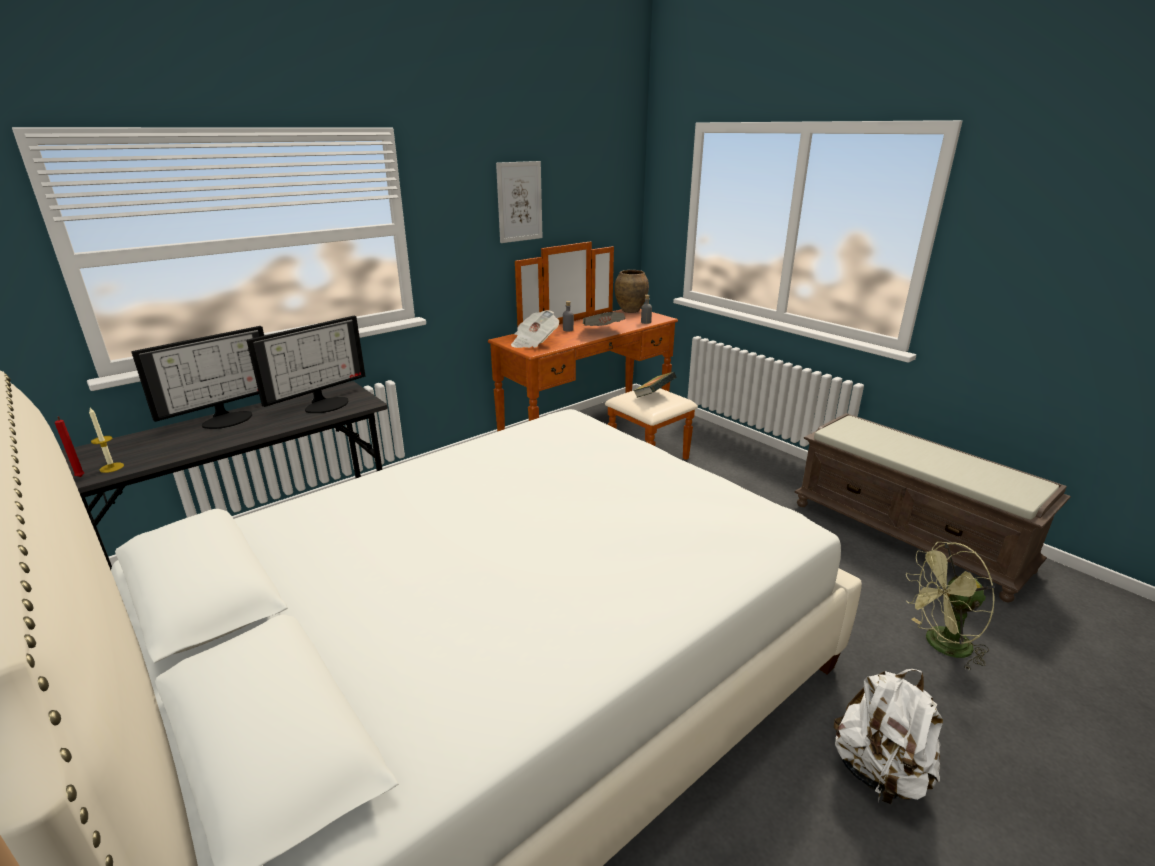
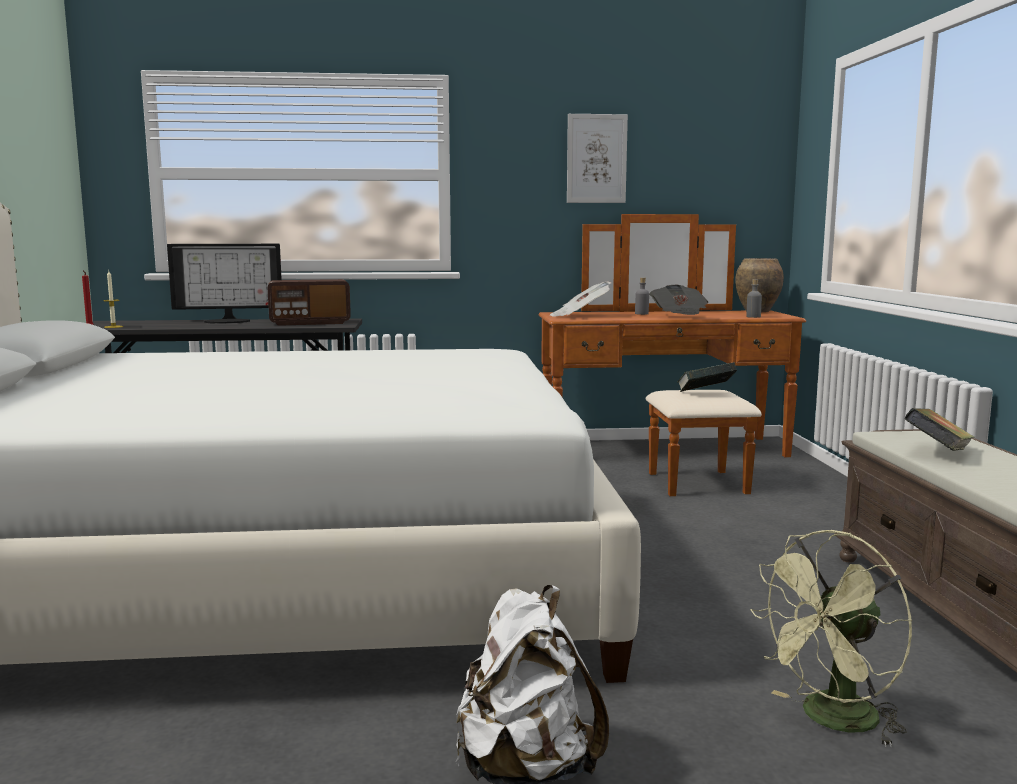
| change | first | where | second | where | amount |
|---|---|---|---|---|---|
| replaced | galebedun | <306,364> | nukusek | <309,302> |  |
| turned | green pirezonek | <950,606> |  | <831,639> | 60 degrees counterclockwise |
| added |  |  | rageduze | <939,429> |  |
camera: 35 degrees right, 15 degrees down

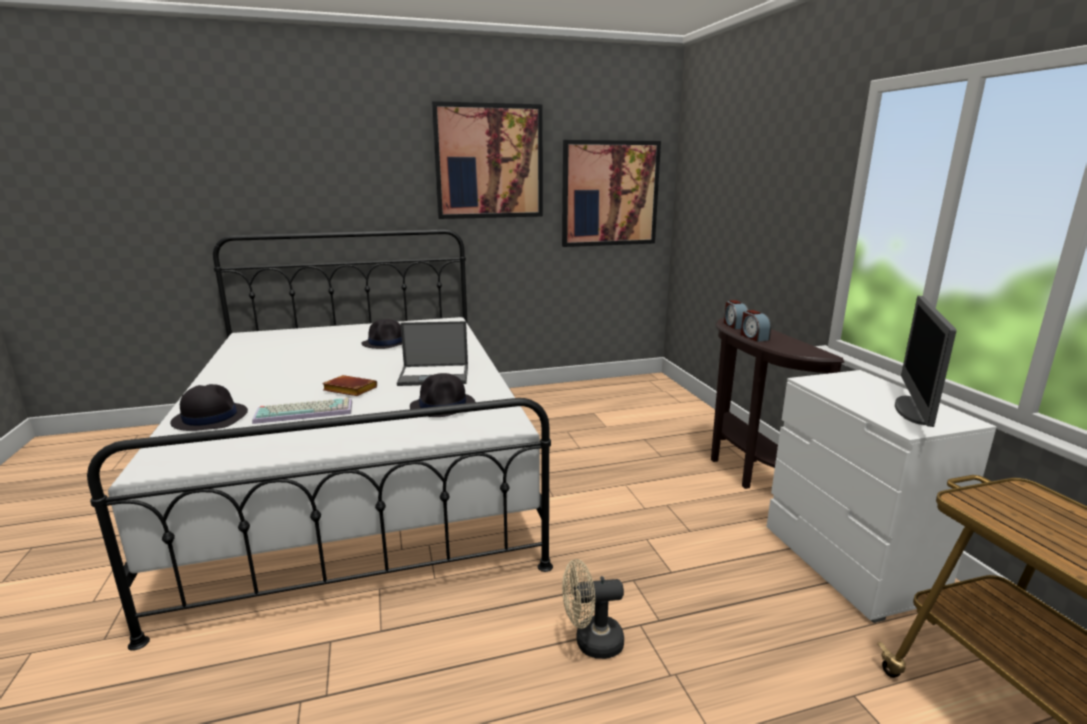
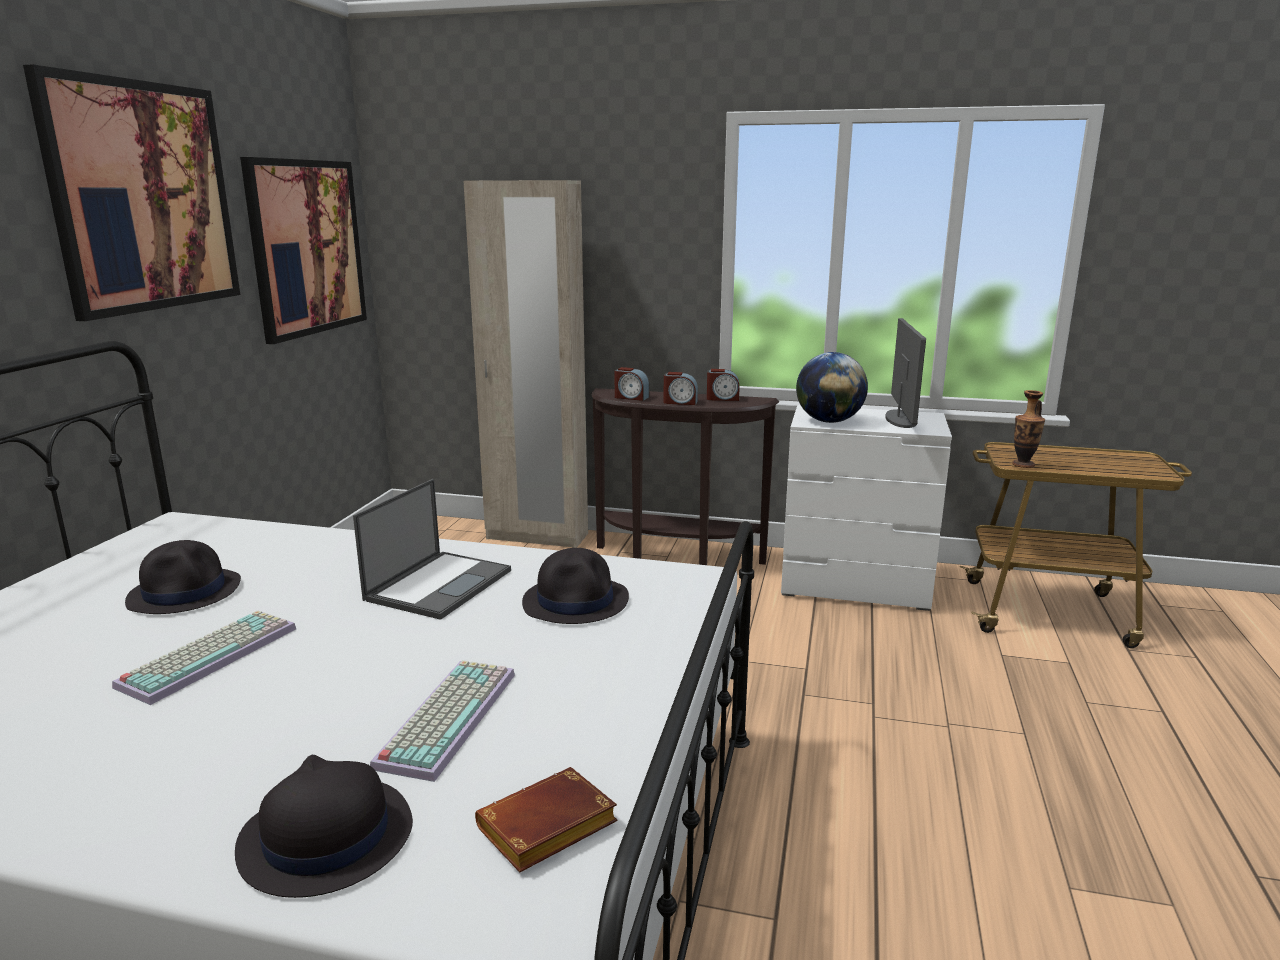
| change | first | where | second | where | amount |
|---|---|---|---|---|---|
| added |  |  | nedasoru | <204,658> |  |
| added |  |  | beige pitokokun | <525,364> |  |
| moved | brown rageduze | <349,385> |  | <546,819> |  |
| added |  |  | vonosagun | <723,385> |  |
| added |  |  | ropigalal | <832,387> |  |
| turned | galebedun | <926,361> |  | <905,373> | 135 degrees counterclockwise |
| added |  |  | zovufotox | <1028,429> |  |
| removed | beige pirezonek | <593,609> |  |  |  |
camera: 60 degrees left, 0 degrees up

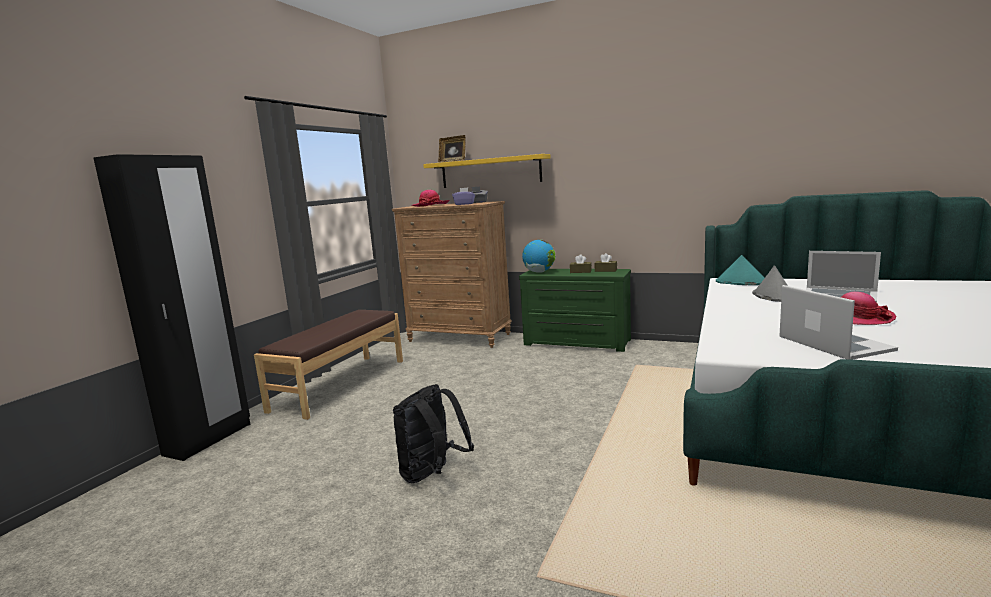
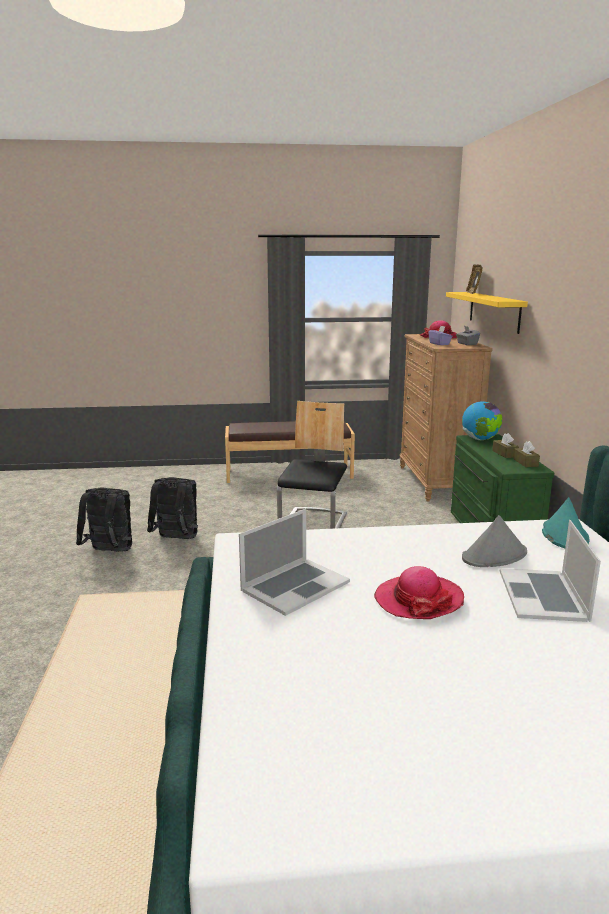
| change | first | where | second | where | amount |
|---|---|---|---|---|---|
| added |  |  | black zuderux | <104,520> |  |
| added |  |  | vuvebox | <312,465> |  |
| removed | black pitokokun | <172,307> |  |  |  |
camera: 60 degrees right, 5 degrees up

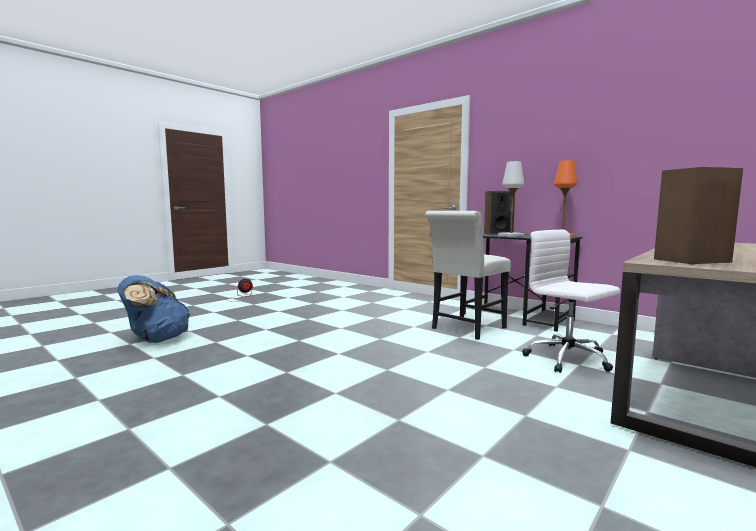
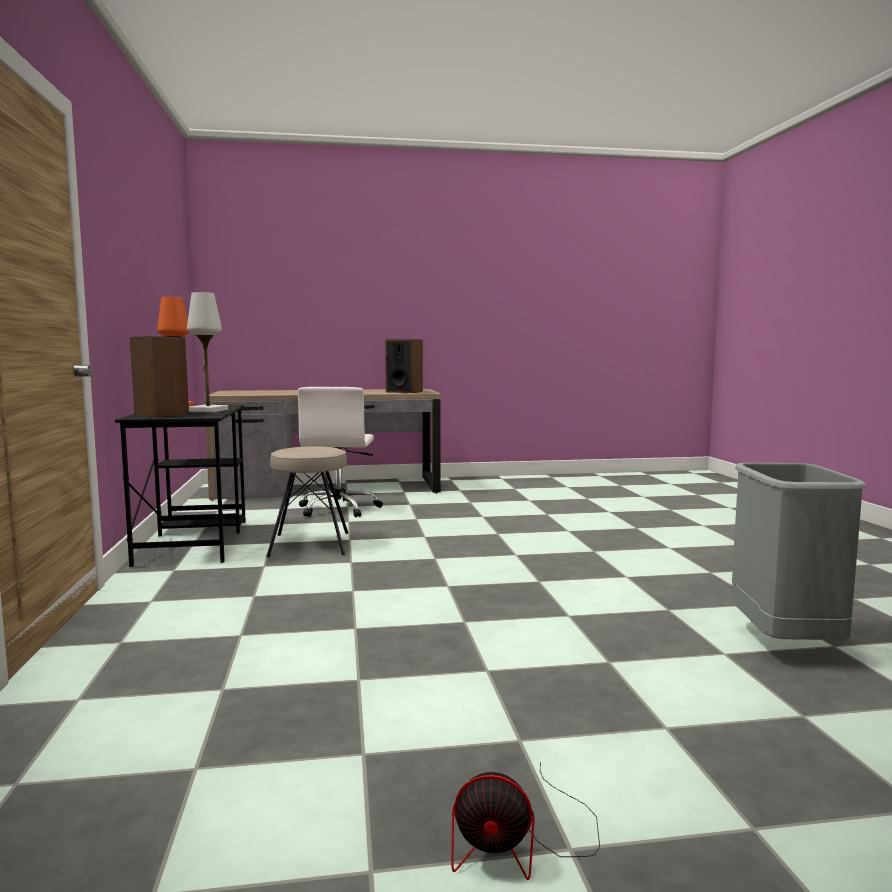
| change | first | where | second | where | amount |
|---|---|---|---|---|---|
| replaced | white vuvebox | <468,275> | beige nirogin | <307,501> |  |
| replaced | blue zuderux | <153,309> | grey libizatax | <799,551> |  |
camera: 140 degrees left, 0 degrees up

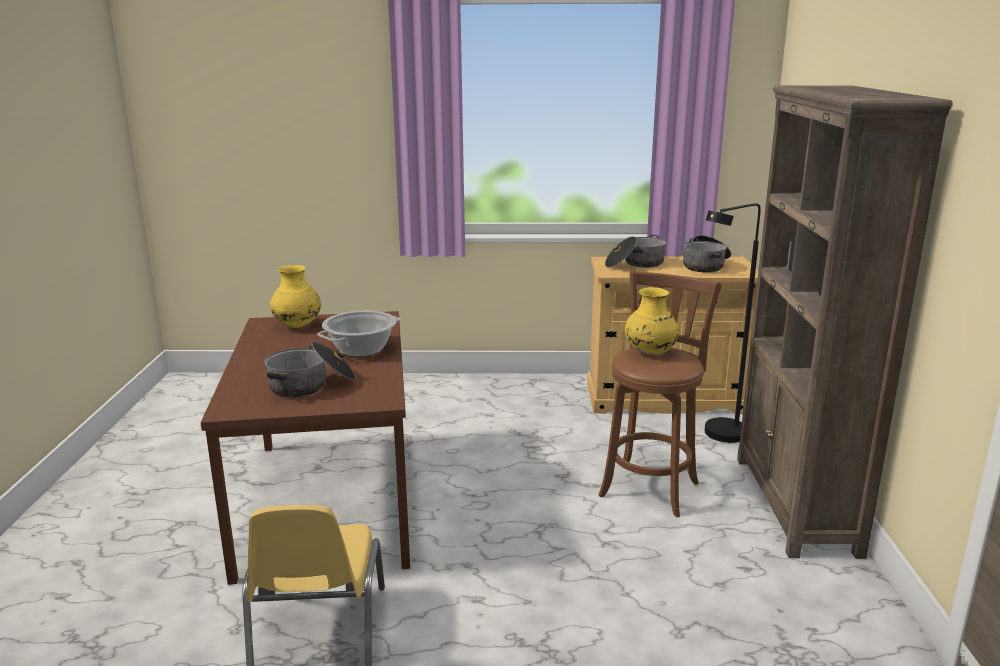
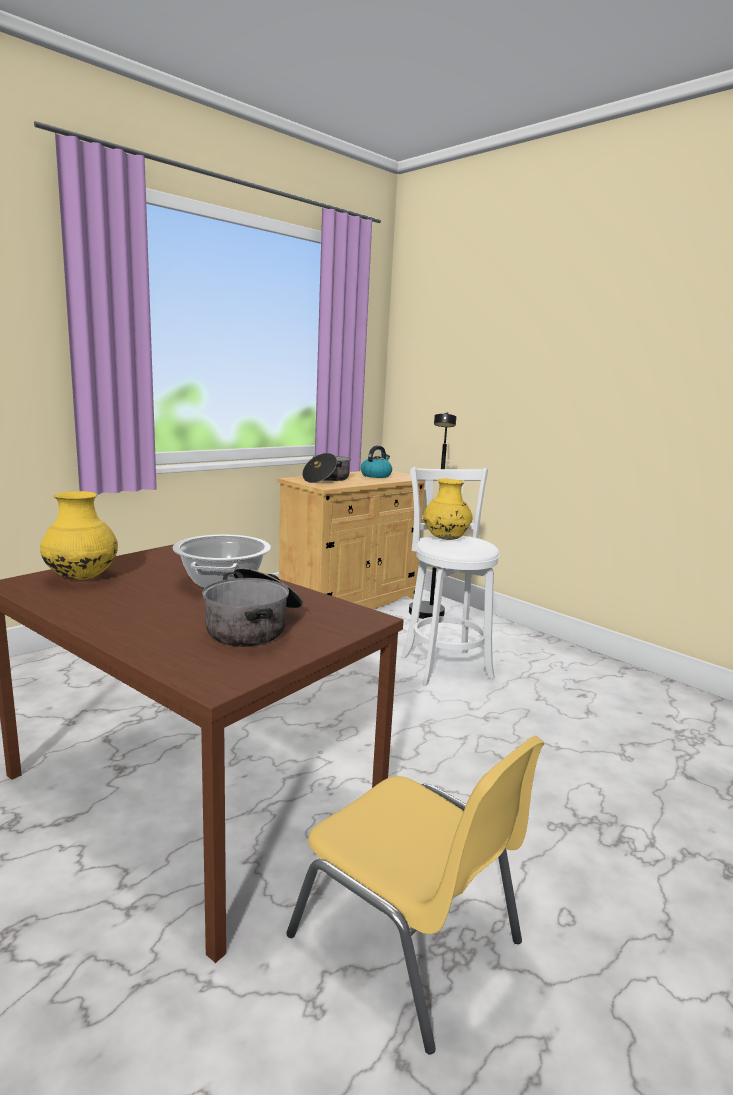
| change | first | where | second | where | amount |
|---|---|---|---|---|---|
| replaced | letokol | <707,254> | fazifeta | <376,462> |  |
| recoloured | brown nirogin | <659,394> | white nirogin | <450,576> |  |
| removed | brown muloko | <845,322> |  |  |  |
camera: 45 degrees left, 5 degrees down

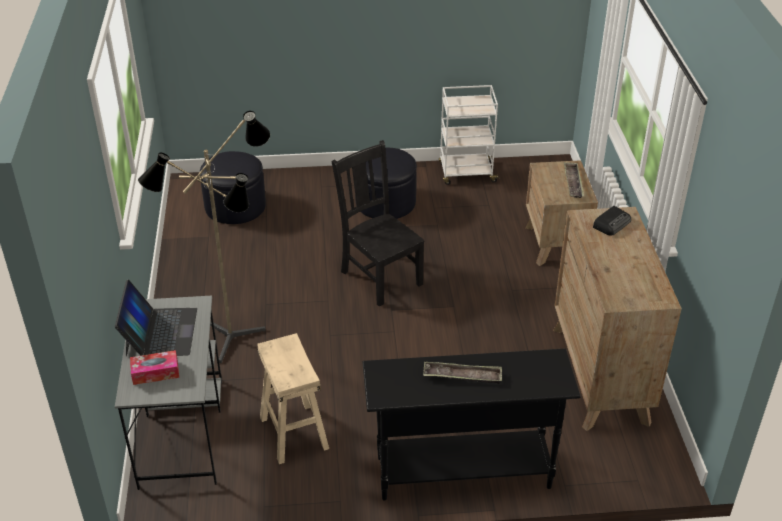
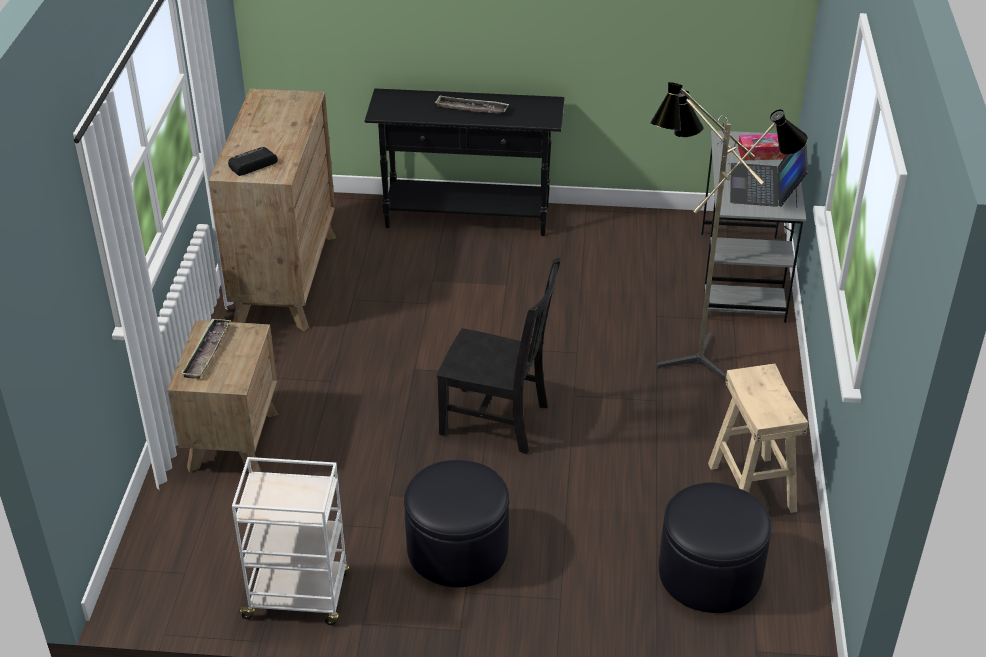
| change | first | where | second | where | amount |
|---|---|---|---|---|---|
| turned | black vuvebox | <378,223> |  | <498,356> | 45 degrees counterclockwise |
| moved | beige nirogin | <293,398> |  | <758,438> |  |
camera: 170 degrees left, 0 degrees up

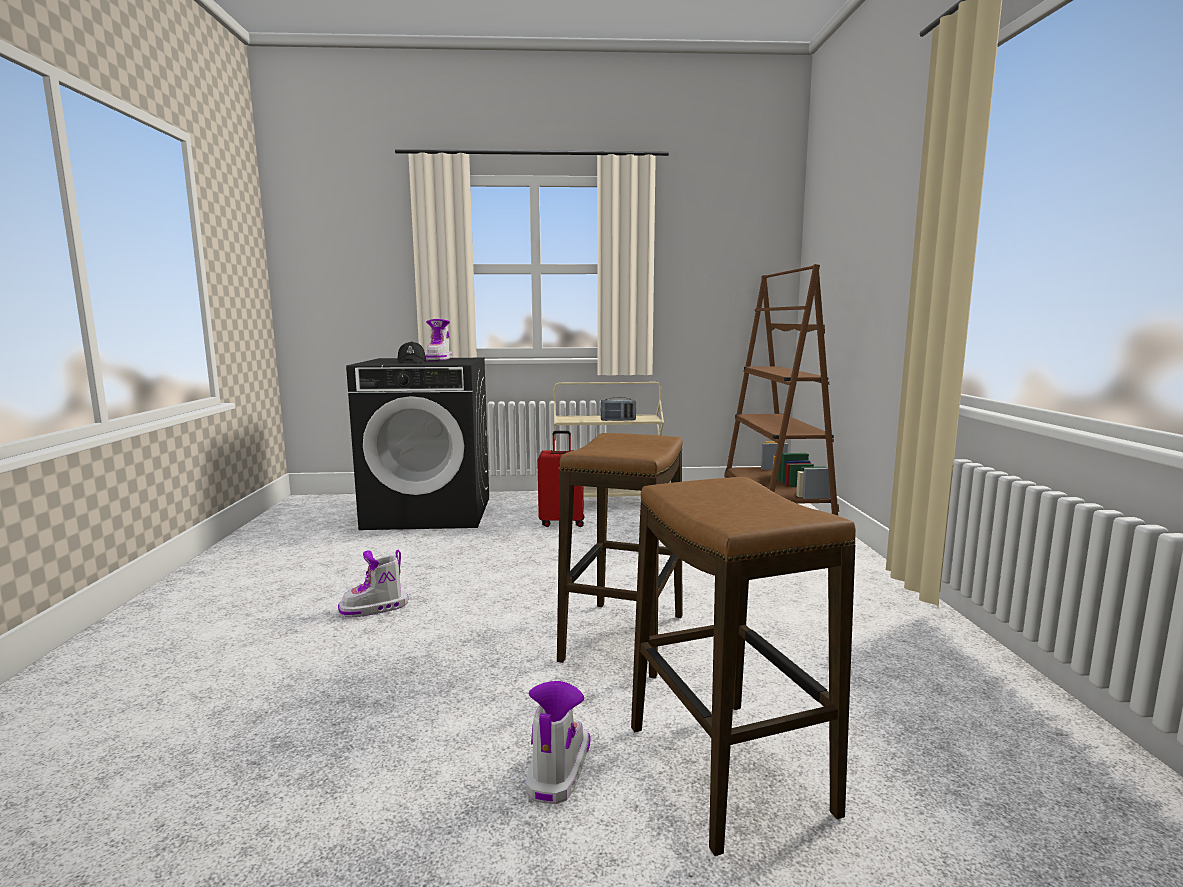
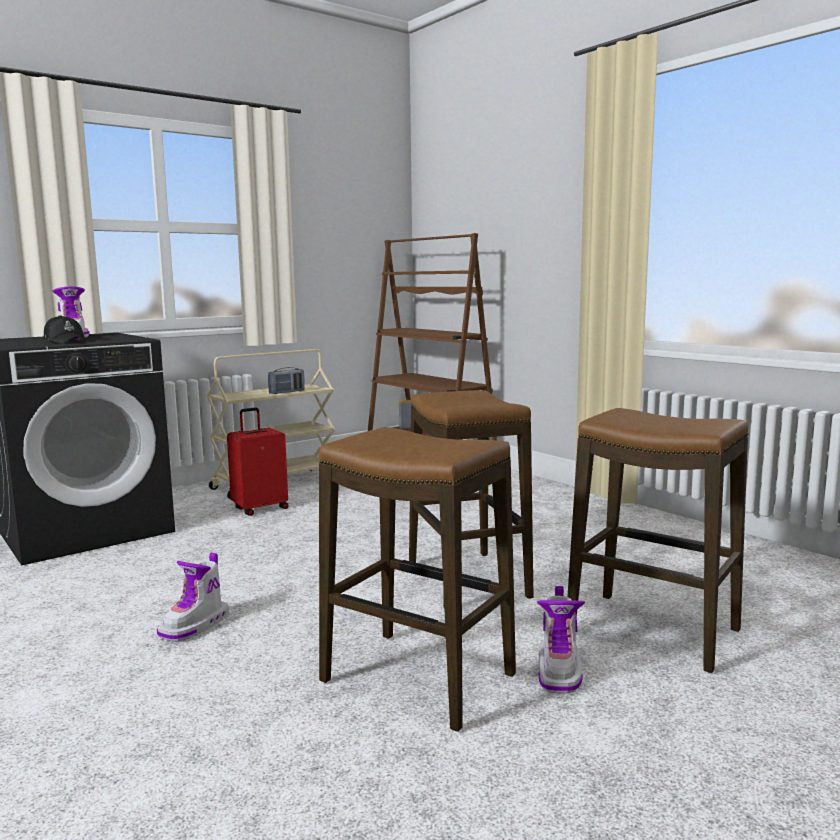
| change | first | where | second | where | amount |
|---|---|---|---|---|---|
| added |  |  | nirogin | <417,579> |  |
| turned | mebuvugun | <558,742> |  | <561,640> | 150 degrees counterclockwise |
camera: 35 degrees left, 0 degrees up

